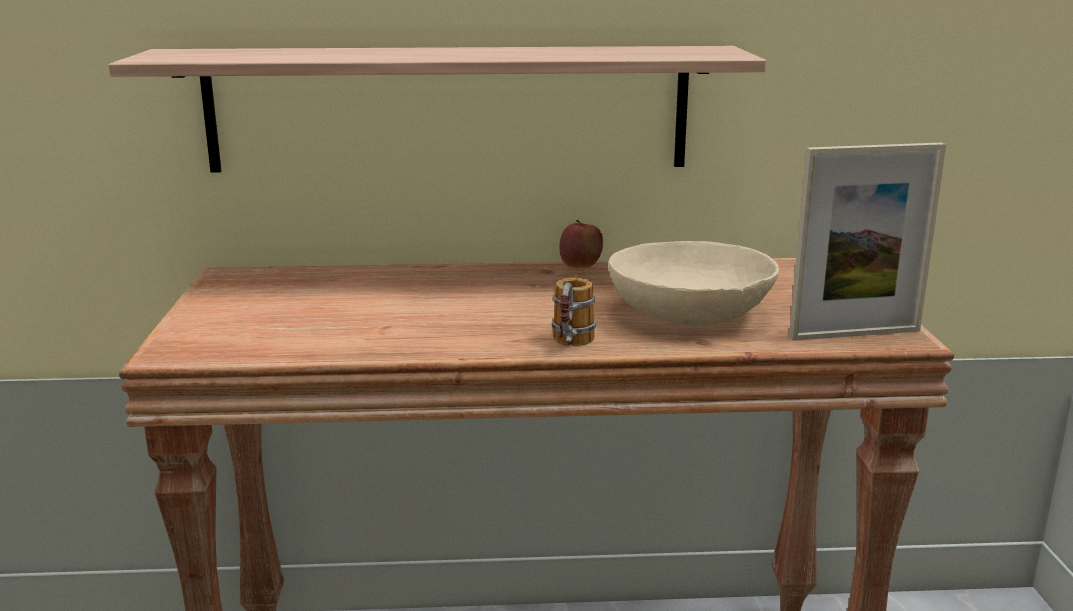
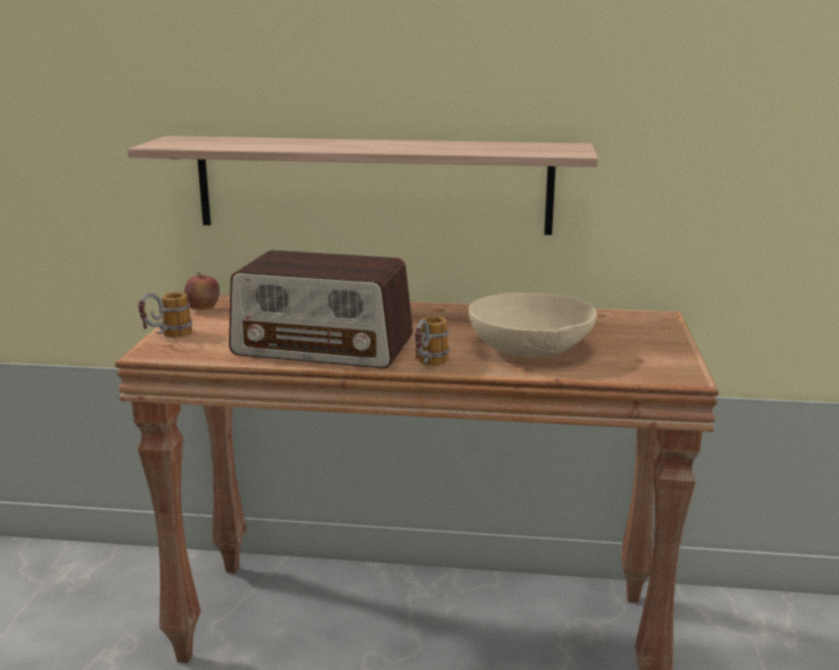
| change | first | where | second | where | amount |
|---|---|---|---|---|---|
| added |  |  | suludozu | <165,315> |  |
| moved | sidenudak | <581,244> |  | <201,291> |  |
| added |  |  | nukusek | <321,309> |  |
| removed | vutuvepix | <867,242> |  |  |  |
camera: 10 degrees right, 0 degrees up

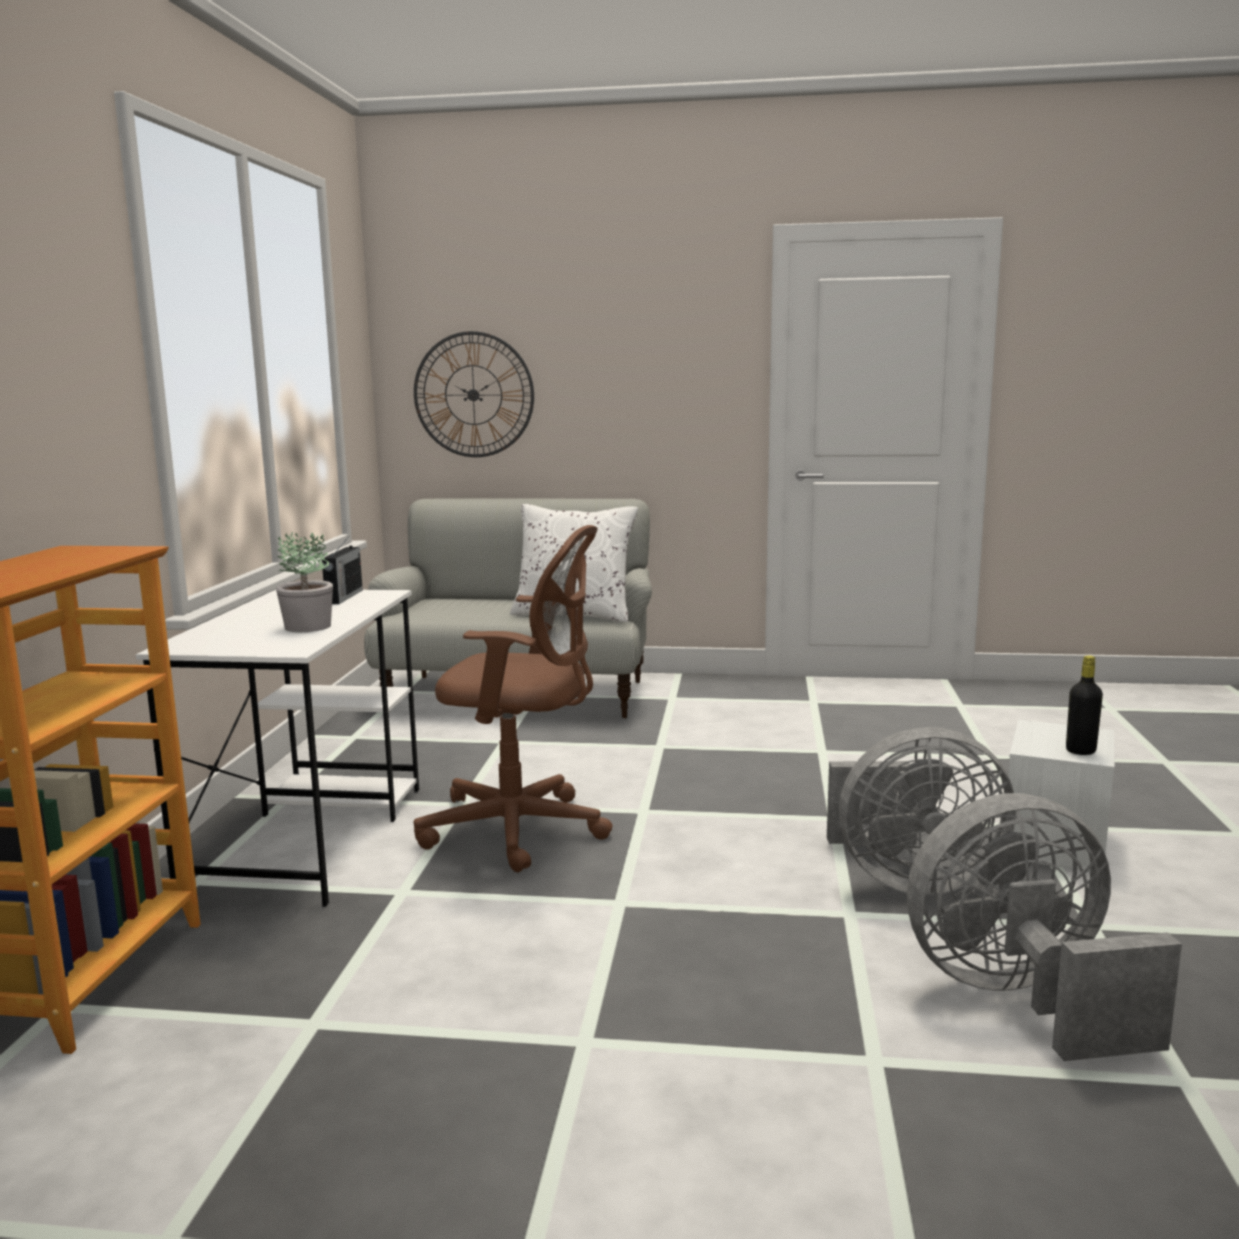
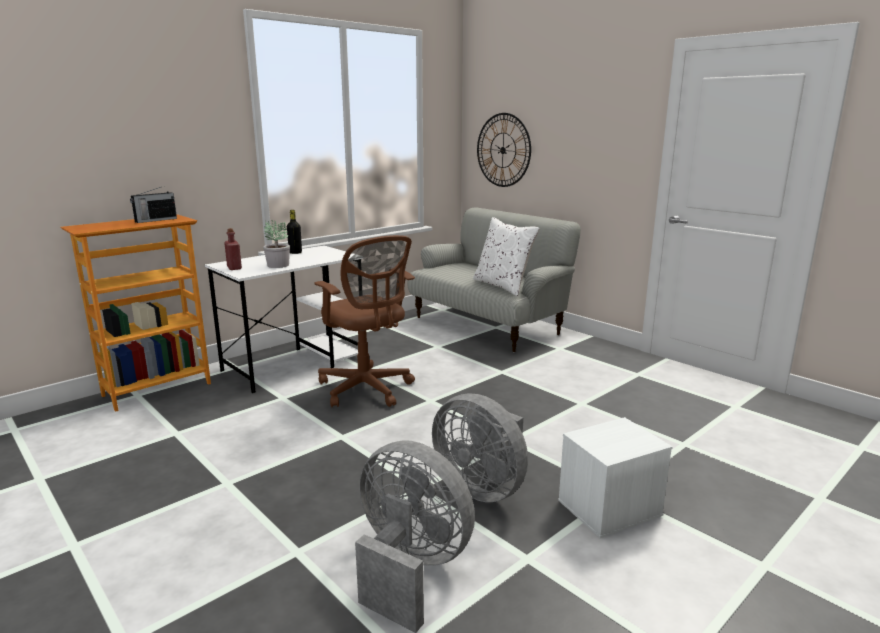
| change | first | where | second | where | amount |
|---|---|---|---|---|---|
| moved | nukusek | <342,571> |  | <153,205> |  |
| added |  |  | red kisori | <233,249> |  |
| moved | black kisori | <1084,705> |  | <294,232> |  |
camera: 40 degrees right, 5 degrees up

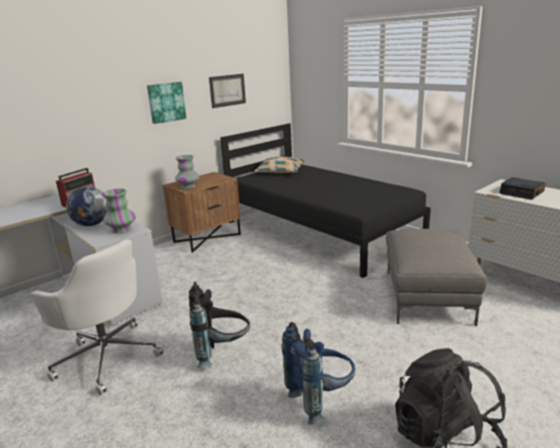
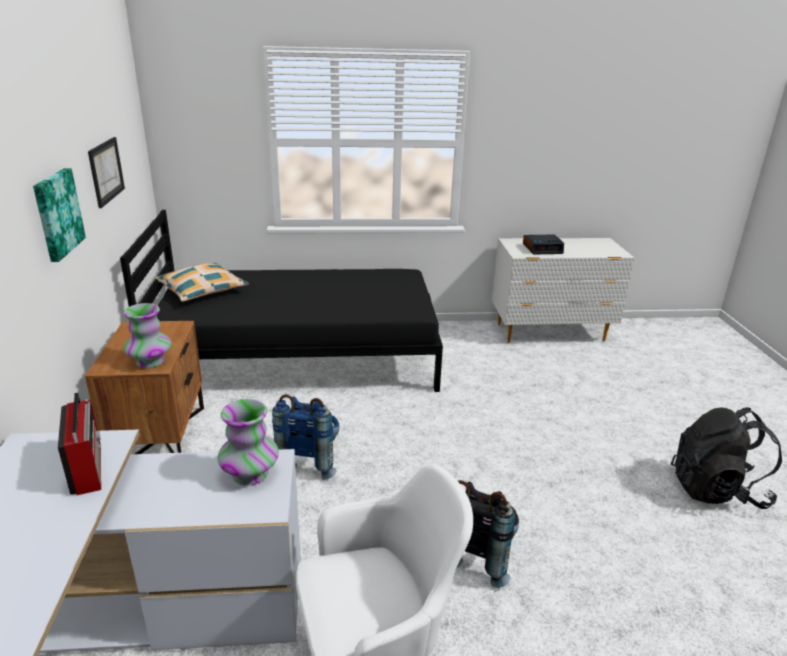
| change | first | where | second | where | amount |
|---|---|---|---|---|---|
| moved | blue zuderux | <318,373> |  | <306,437> |  |
| removed | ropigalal | <87,206> |  |  |  |
| removed | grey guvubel | <436,277> |  |  |  |
camera: 55 degrees left, 5 degrees up

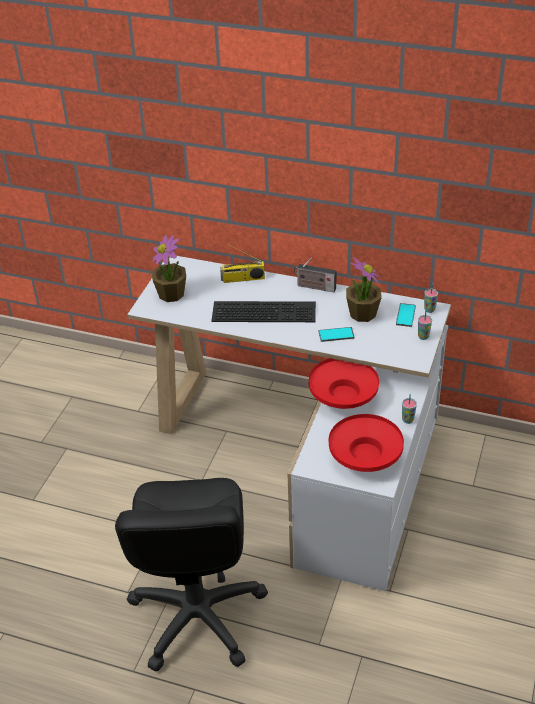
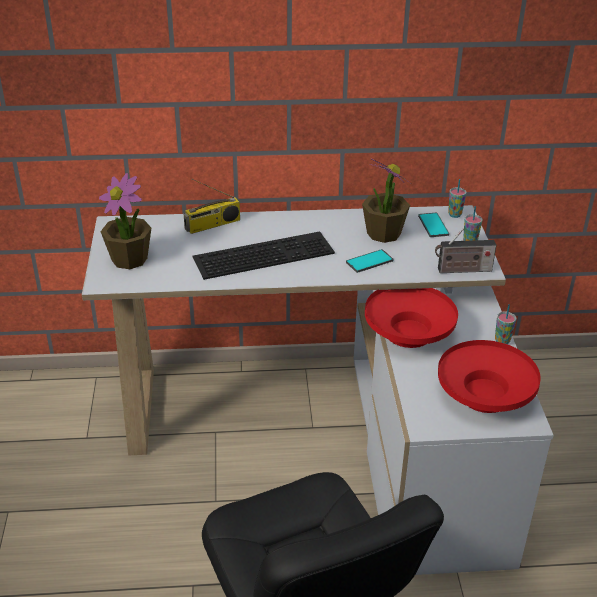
| change | first | where | second | where | amount |
|---|---|---|---|---|---|
| moved | nukusek | <315,275> |  | <465,250> |  |
camera: 25 degrees left, 5 degrees down

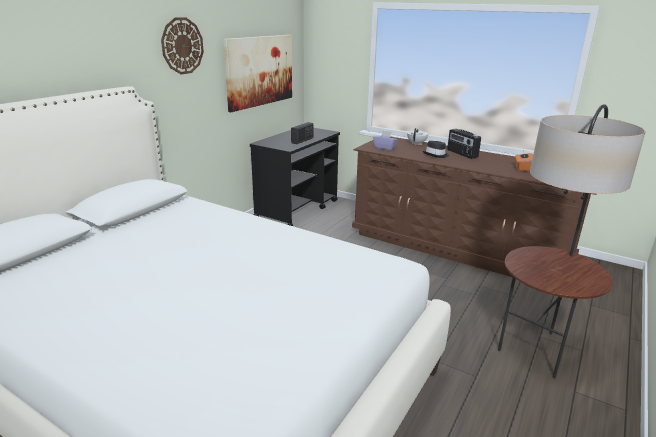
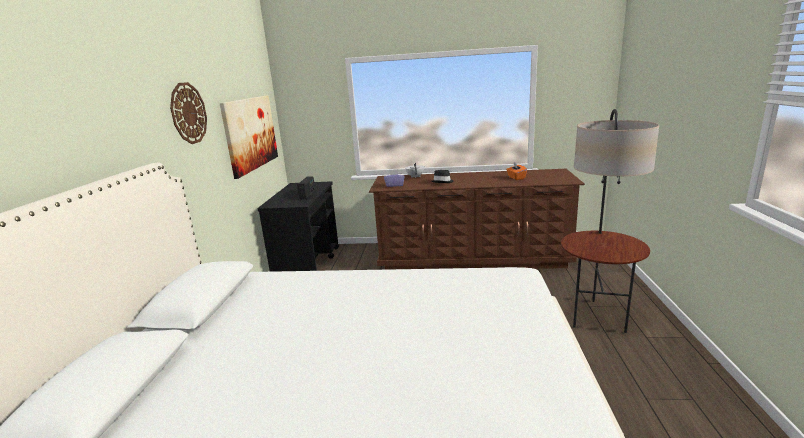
| change | first | where | second | where | amount |
|---|---|---|---|---|---|
| removed | nukusek | <464,144> |  |  |  |
camera: 25 degrees left, 5 degrees down

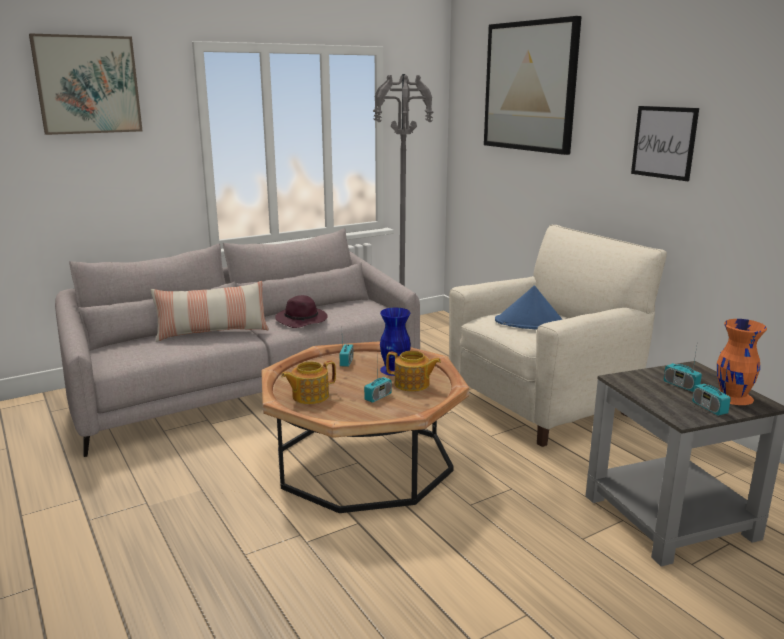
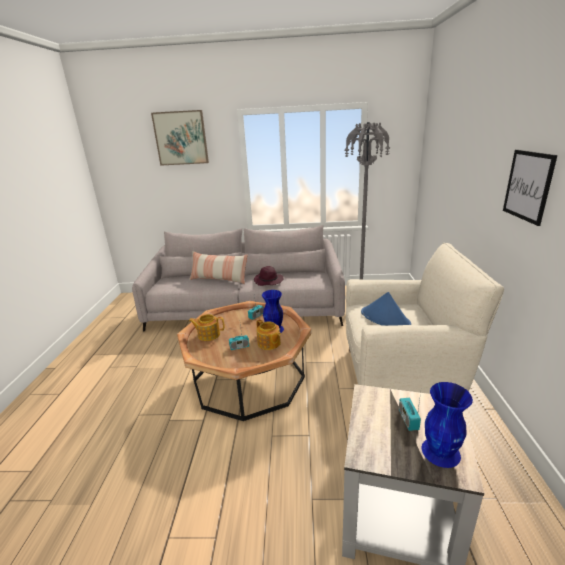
| change | first | where | second | where | amount |
|---|---|---|---|---|---|
| recoloured | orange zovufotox | <742,362> | blue zovufotox | <447,425> |  |
| removed | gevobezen | <533,85> |  |  |  |
| removed | nukusek | <711,388> |  |  |  |
camera: 35 degrees right, 5 degrees up

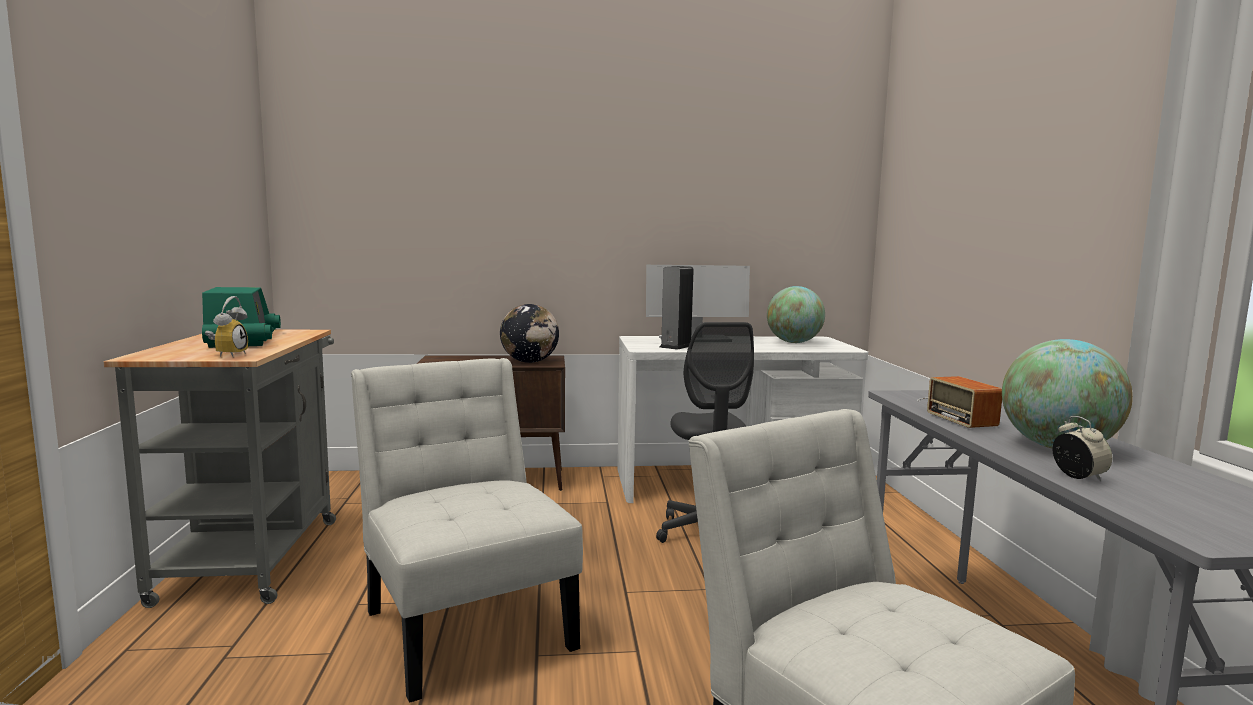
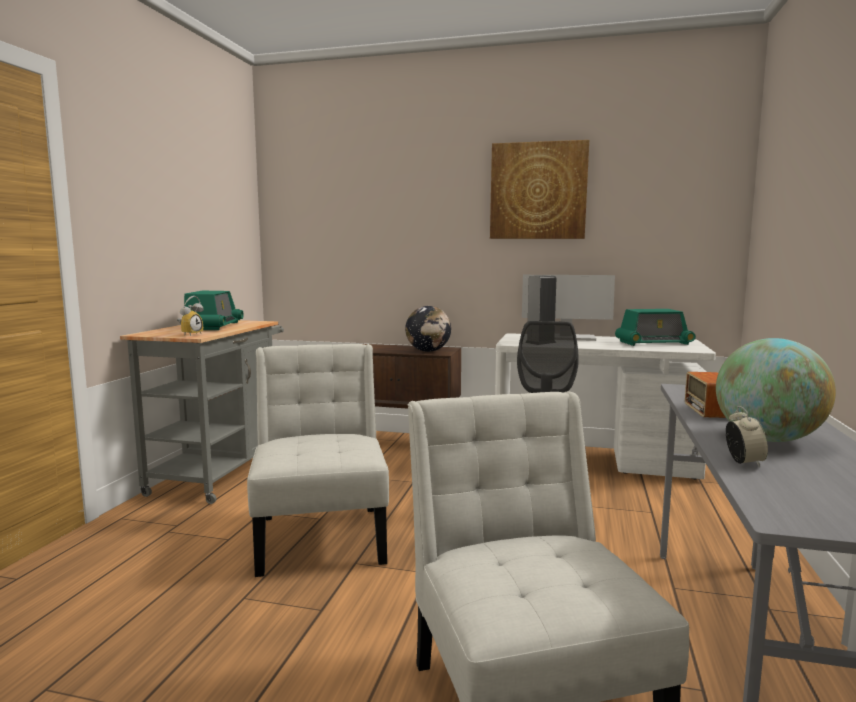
| change | first | where | second | where | amount |
|---|---|---|---|---|---|
| added |  |  | gevobezen | <539,189> |  |
| replaced | ropigalal | <796,314> | nukusek | <655,327> |  |
camera: 20 degrees right, 0 degrees up

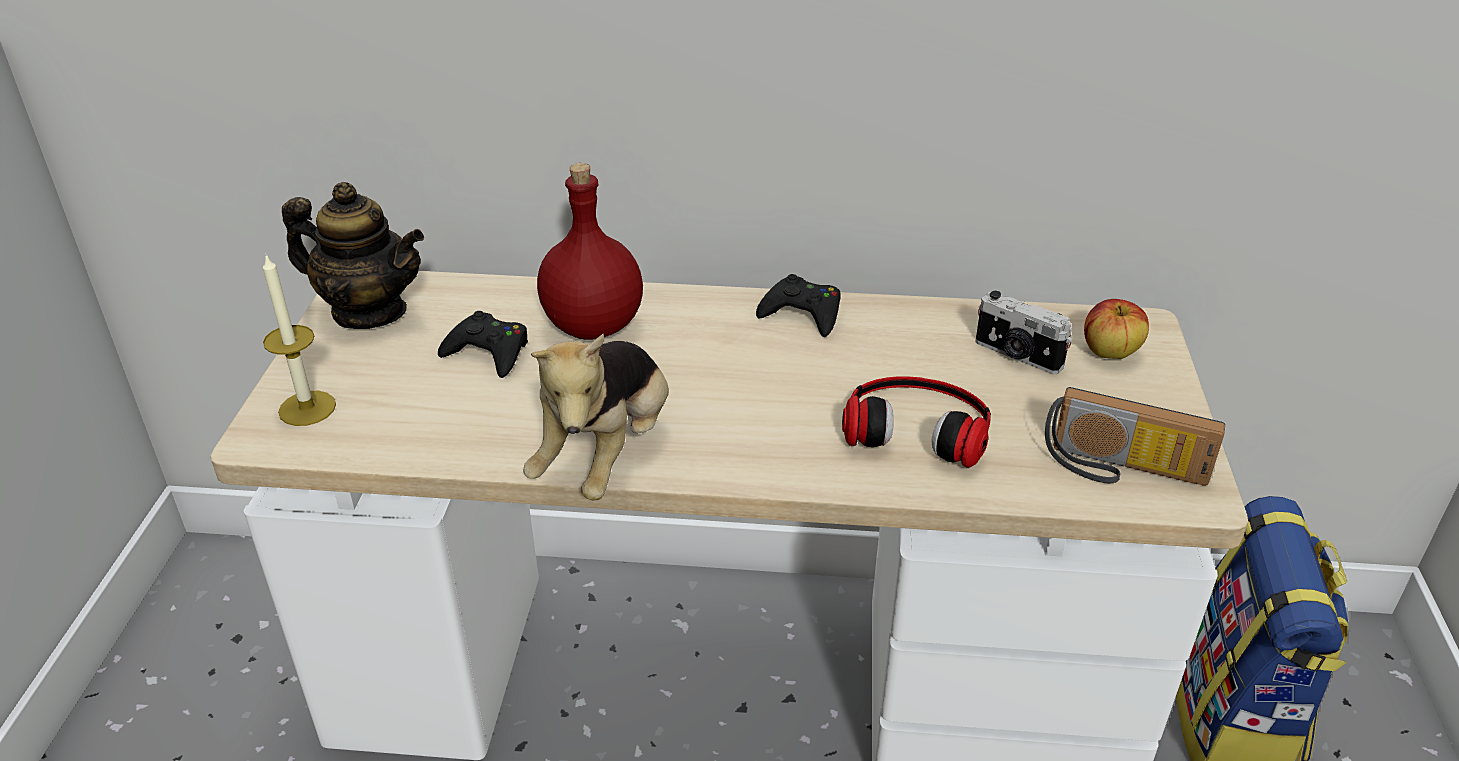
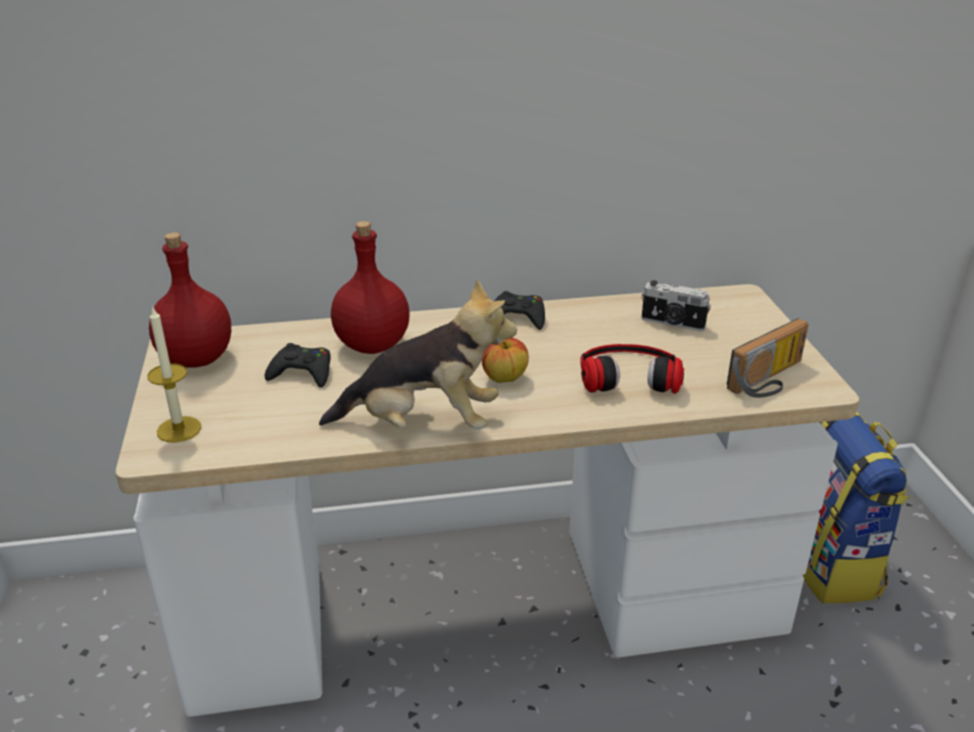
| change | first | where | second | where | amount |
|---|---|---|---|---|---|
| replaced | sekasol | <353,255> | red kisori | <190,300> |  |
| turned | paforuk | <596,416> |  | <418,354> | 90 degrees counterclockwise |
| moved | sidenudak | <1116,329> |  | <505,360> |  |
| turned | nukusek | <1135,436> |  | <768,358> | 45 degrees counterclockwise |
camera: 15 degrees left, 5 degrees down

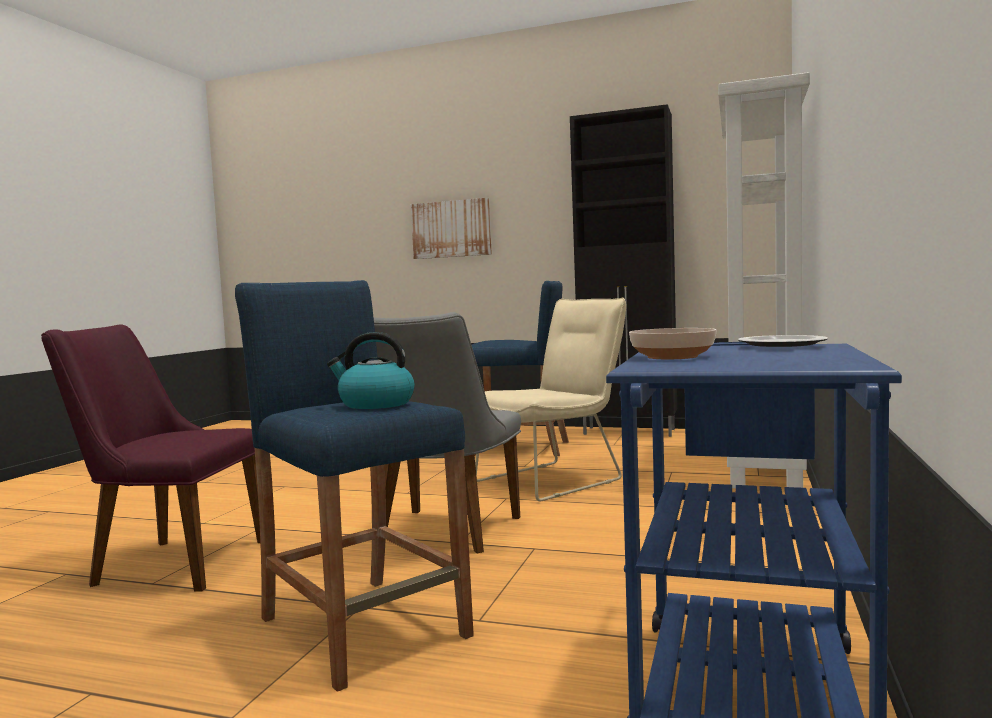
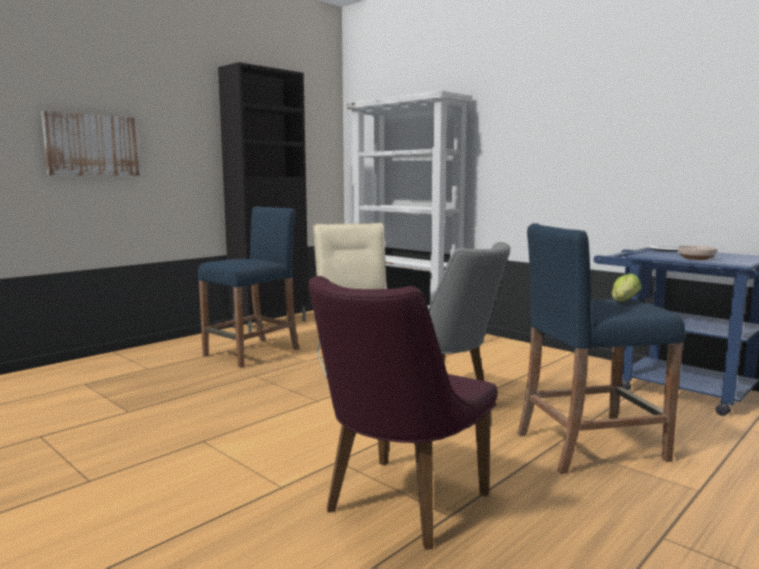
| change | first | where | second | where | amount |
|---|---|---|---|---|---|
| replaced | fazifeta | <371,370> | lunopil | <626,287> |  |
camera: 65 degrees left, 5 degrees up

